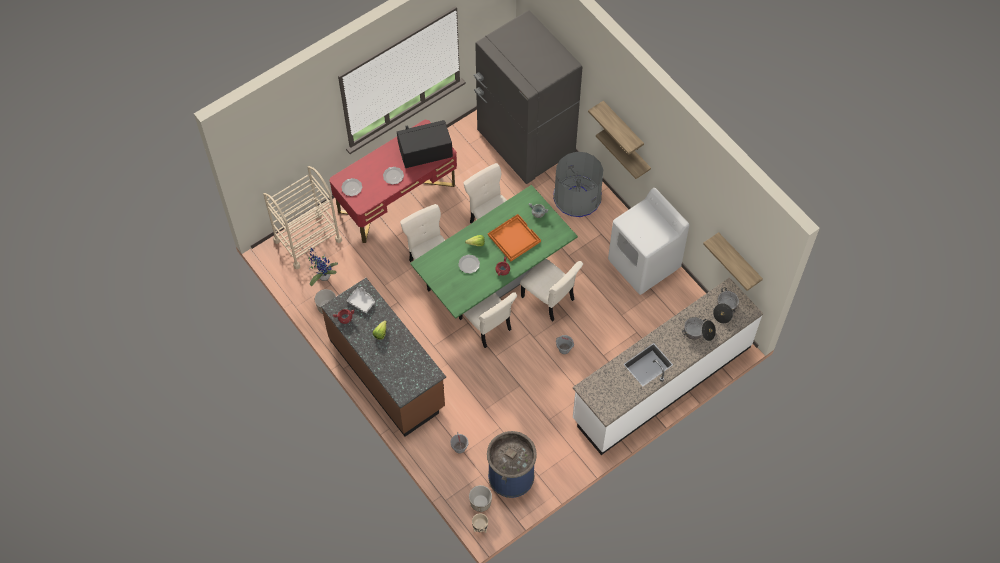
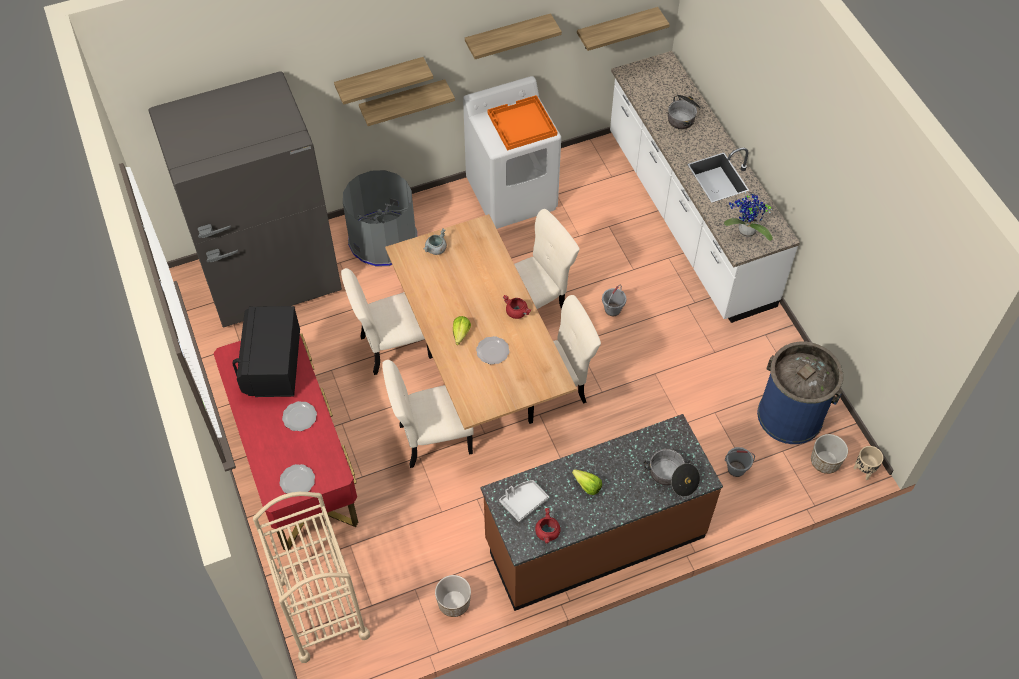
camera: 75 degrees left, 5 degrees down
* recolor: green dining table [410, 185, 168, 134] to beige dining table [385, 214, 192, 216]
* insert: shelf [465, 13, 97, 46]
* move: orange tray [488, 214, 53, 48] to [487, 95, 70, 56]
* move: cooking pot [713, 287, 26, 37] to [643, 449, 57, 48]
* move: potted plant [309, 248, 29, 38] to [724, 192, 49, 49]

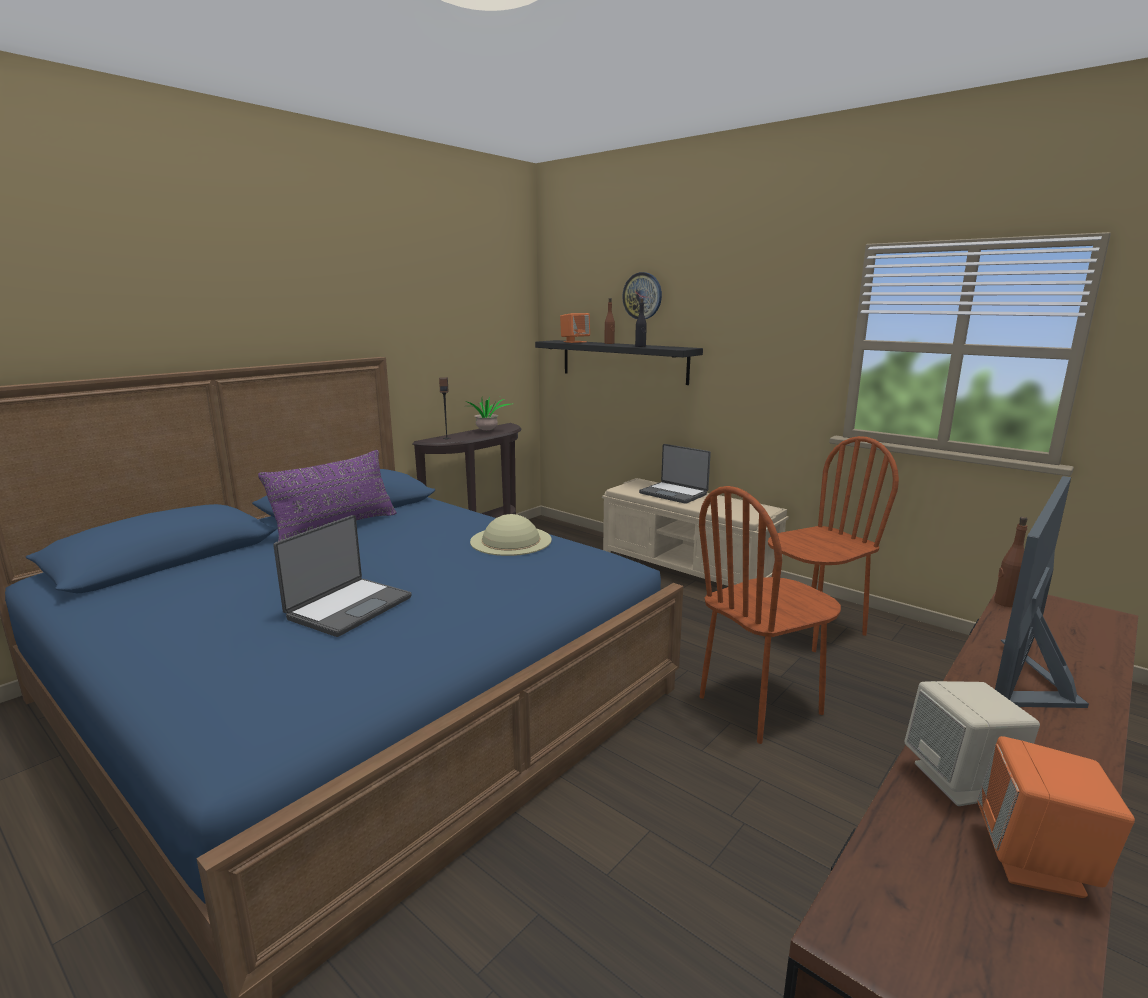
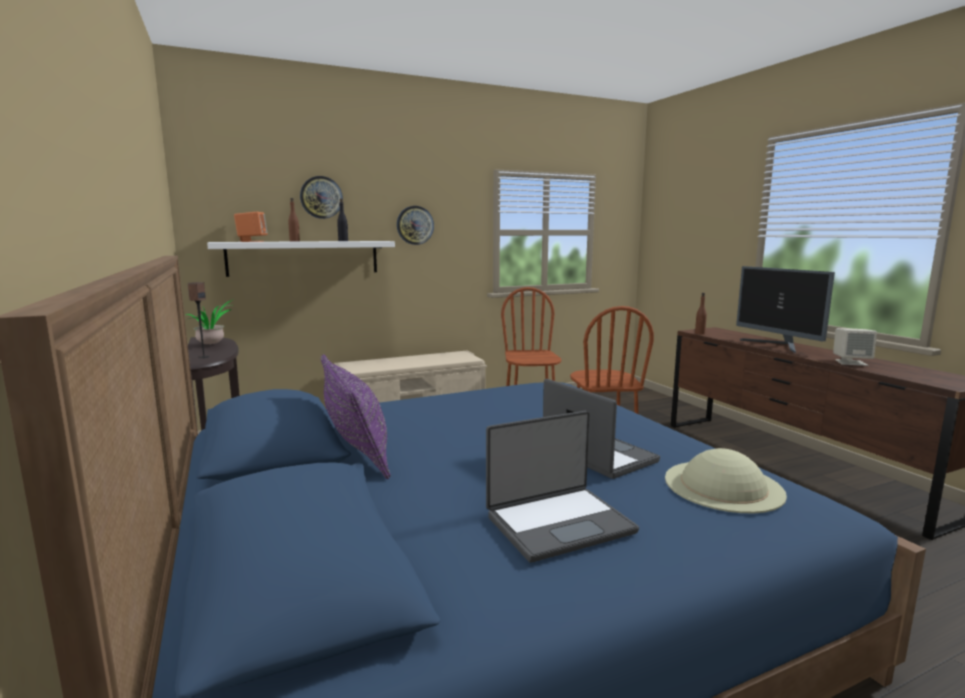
camera: 65 degrees left, 5 degrees down
* recolor: black shelf [535, 340, 168, 45] to white shelf [207, 241, 188, 36]
* insert: wall clock [397, 206, 37, 39]
* move: laptop [639, 444, 72, 60] to [486, 411, 153, 152]
* move: beige hat [470, 514, 81, 42] to [665, 448, 122, 65]
* delete: orange speaker [977, 736, 158, 162]

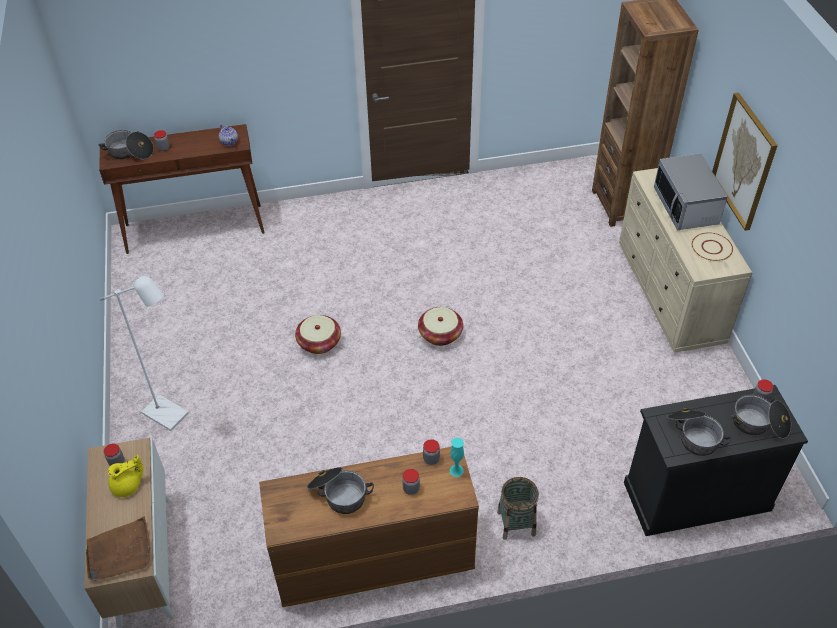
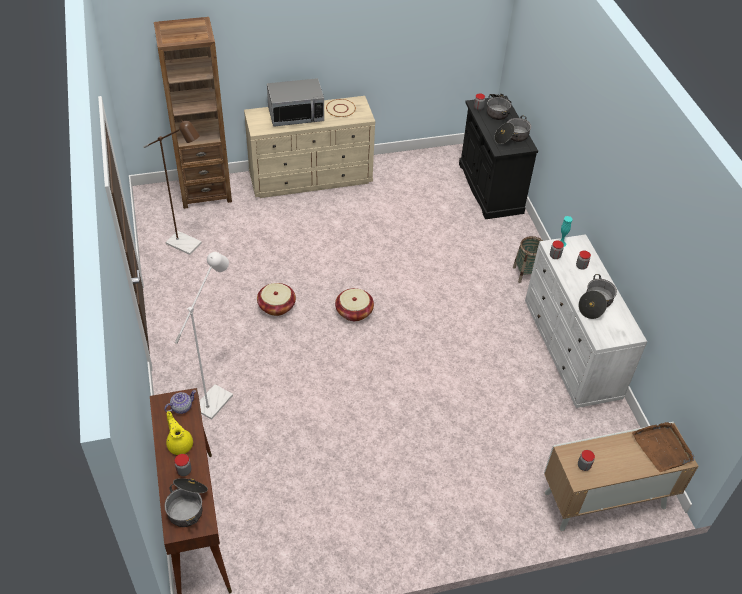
camera: 95 degrees left, 0 degrees up
* insert: brown floor lamp [144, 120, 58, 135]
* move: yellow teapot [108, 455, 35, 42] to [166, 411, 27, 44]
* move: white floor lamp [100, 275, 89, 156] to [175, 252, 58, 168]
* move: basket [295, 315, 46, 39] to [257, 283, 39, 33]
* recolor: brown dresser [259, 447, 220, 160] to white dresser [525, 234, 122, 174]
* delete: picture [712, 93, 66, 138]

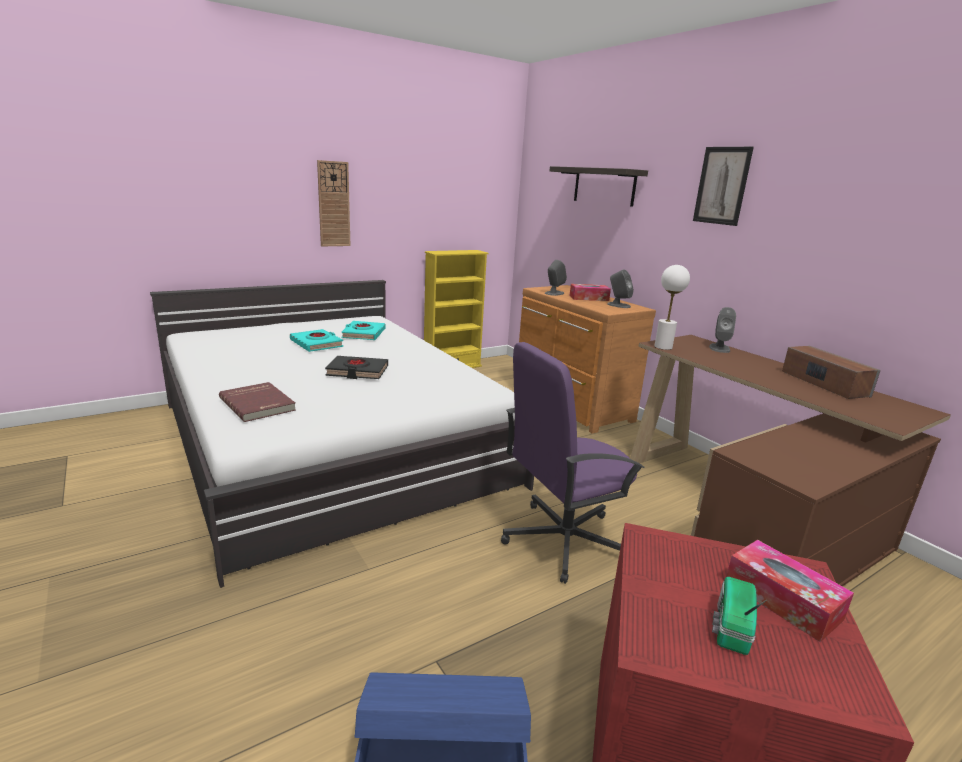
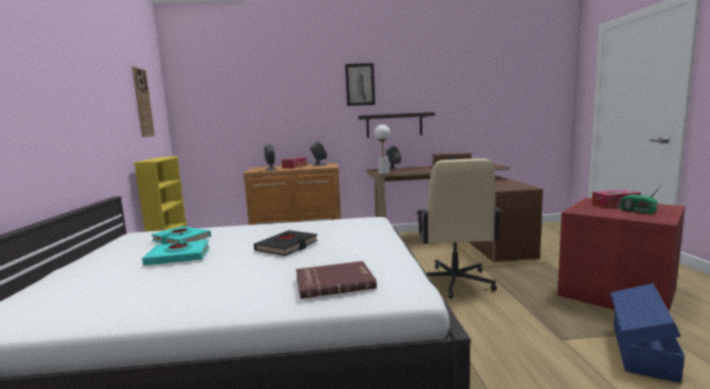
camera: 60 degrees left, 10 degrees down
* move: wall clock [317, 160, 33, 86] to [132, 67, 23, 70]
* move: shelf [550, 166, 98, 41] to [358, 112, 77, 26]
* recolor: purple office chair [501, 342, 144, 242] to beige office chair [417, 158, 85, 141]

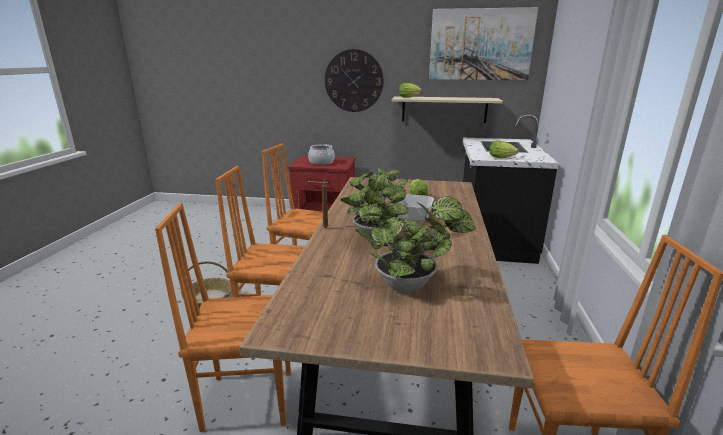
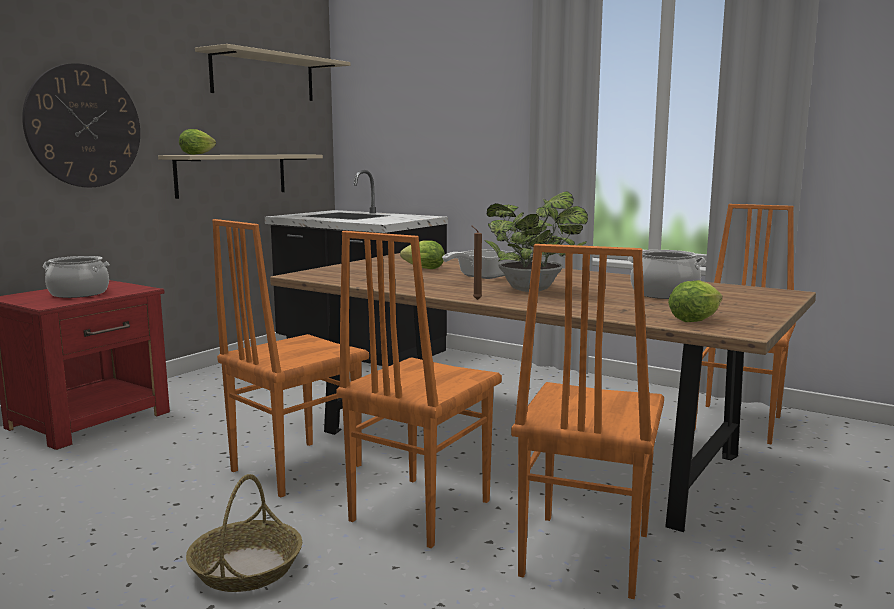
camera: 65 degrees left, 10 degrees down
* replace: picture [429, 7, 109, 73] to beige shelf [195, 44, 155, 57]
* replace: potted plant [354, 196, 122, 96] to cooking pot [627, 250, 79, 49]
* move: lettuce [489, 141, 29, 17] to [668, 280, 54, 42]

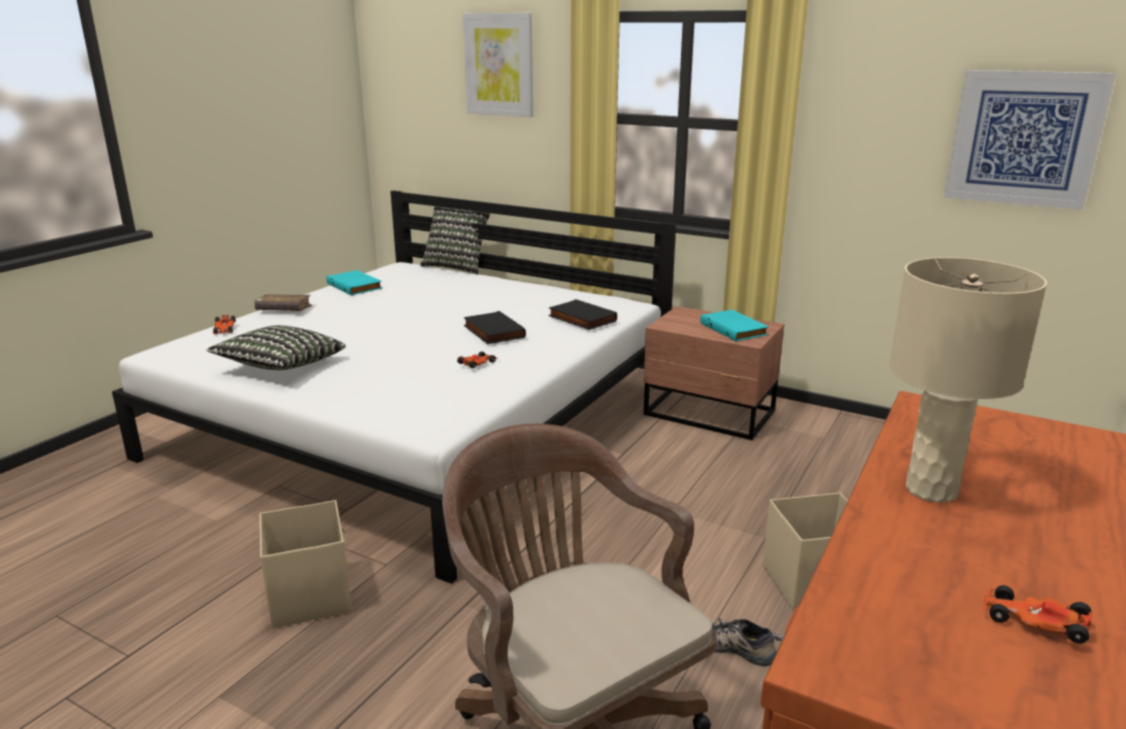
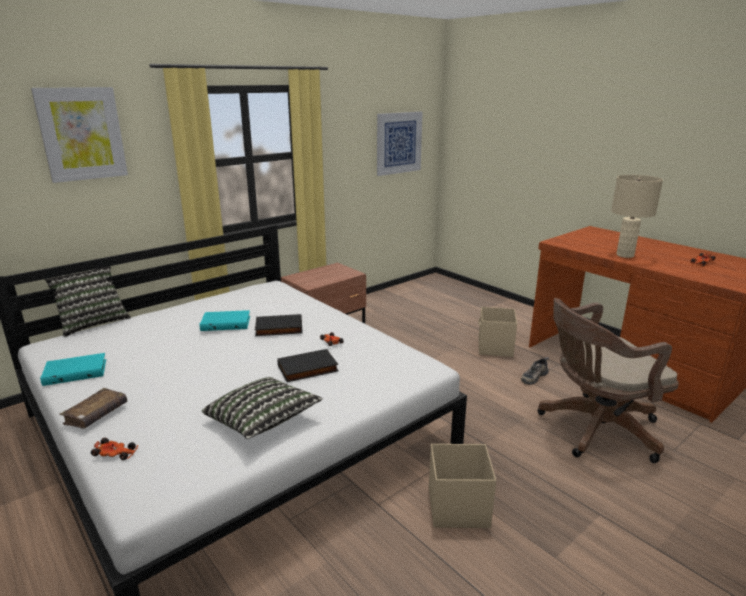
camera: 70 degrees left, 0 degrees up
* move: turquoise book [700, 310, 69, 32] to [200, 310, 50, 21]
* move: black book [549, 299, 68, 31] to [278, 349, 61, 33]

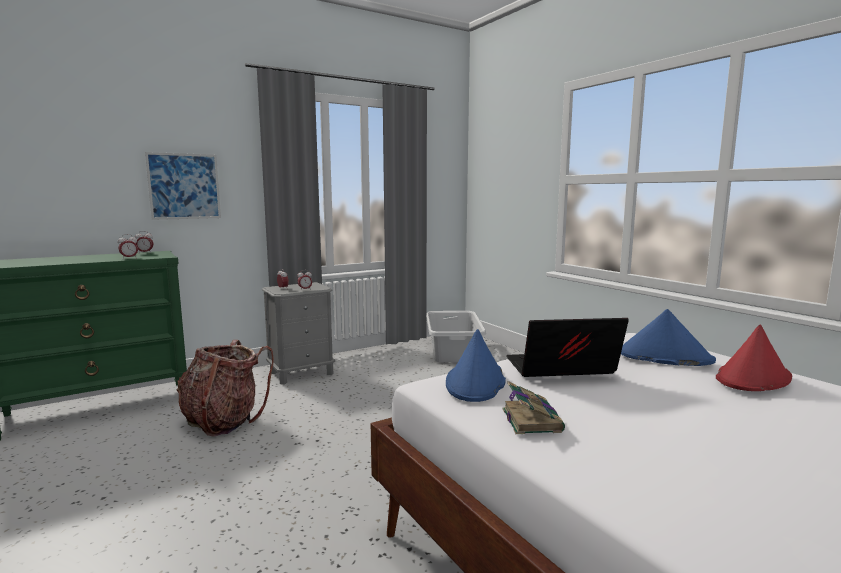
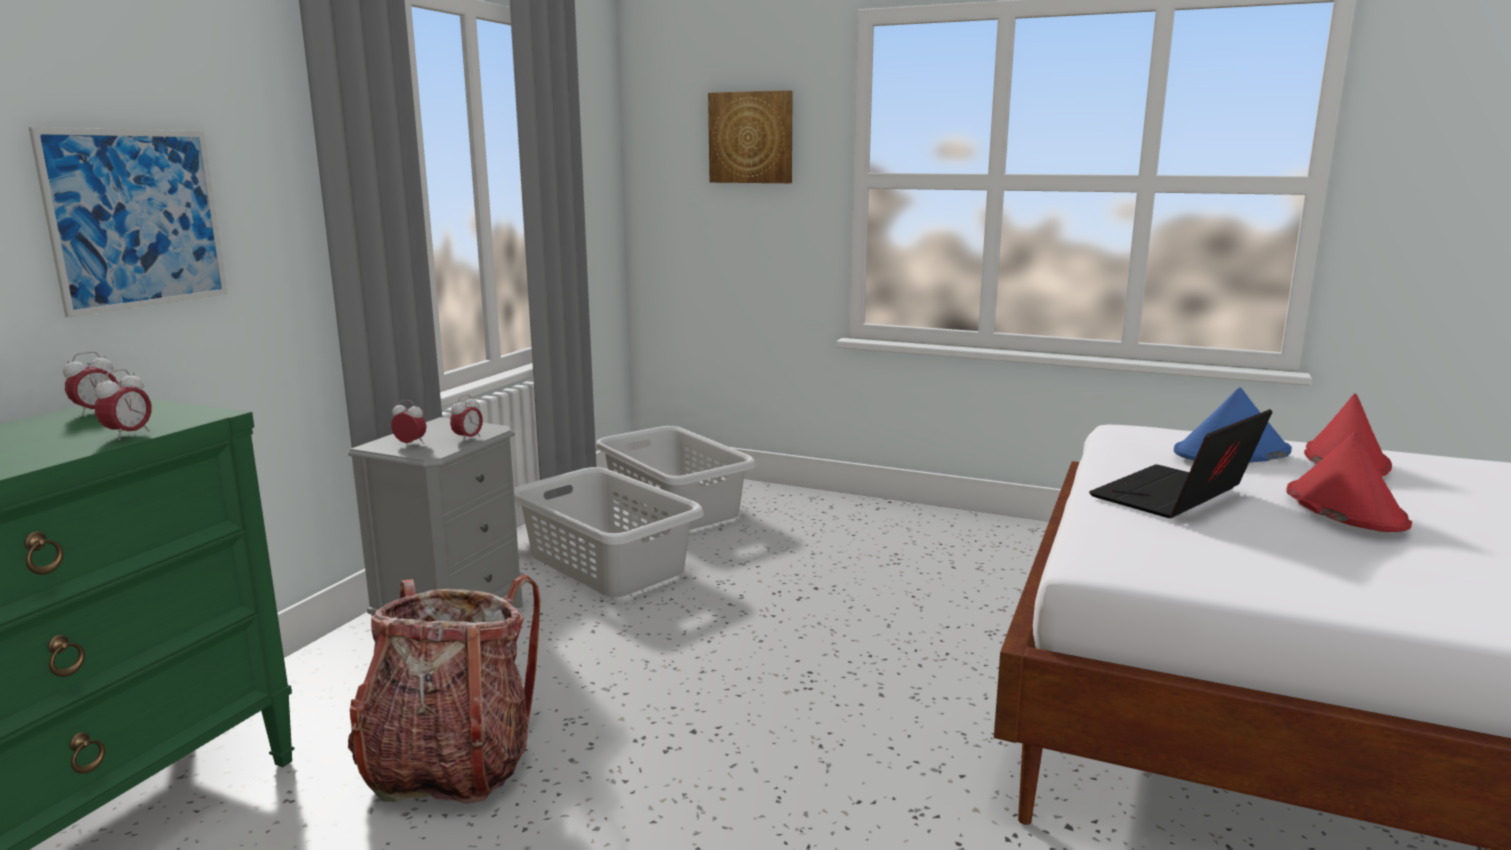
camera: 35 degrees left, 5 degrees up
* insert: grey laundry basket [514, 467, 190, 130]
* insert: picture [708, 90, 85, 93]
* insert: red hat [1286, 431, 126, 101]
* delete: blue hat [446, 329, 60, 73]
* delete: book [502, 381, 63, 53]

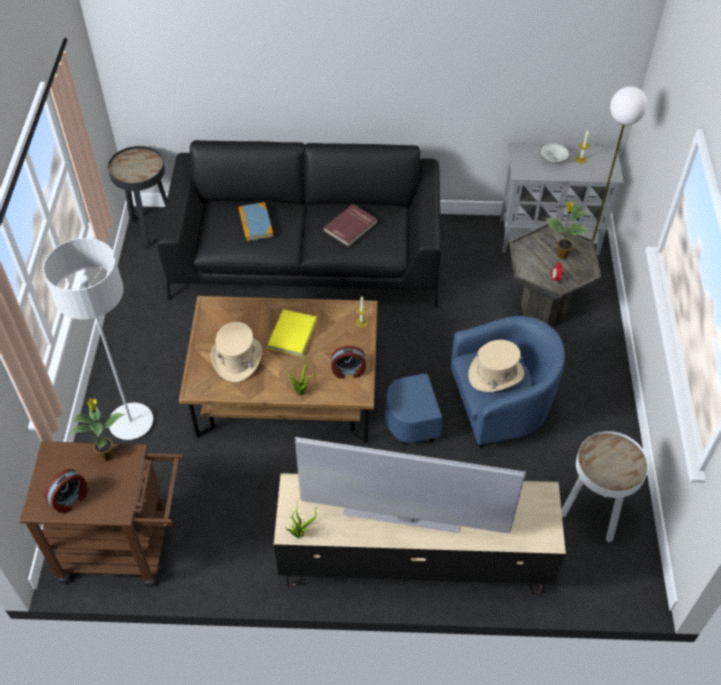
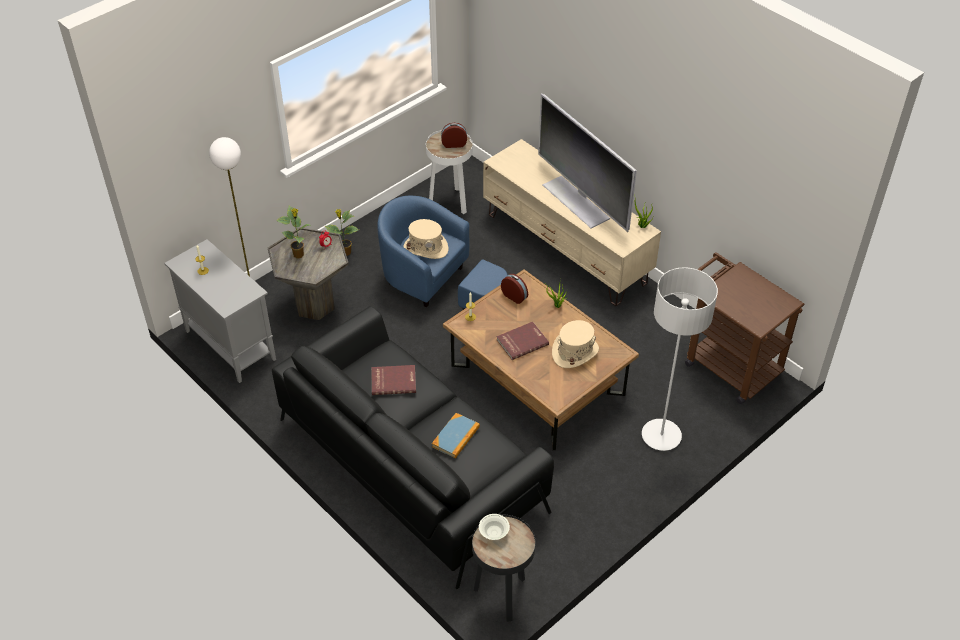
camera: 135 degrees left, 5 degrees down
* move: potted plant [69, 398, 56, 63] to [325, 209, 34, 47]
* move: alarm clock [45, 469, 43, 44] to [441, 123, 26, 25]
* move: white bowl [541, 144, 28, 20] to [479, 514, 31, 26]
* recolor: yellow book [267, 309, 50, 47] to red book [497, 322, 52, 38]

